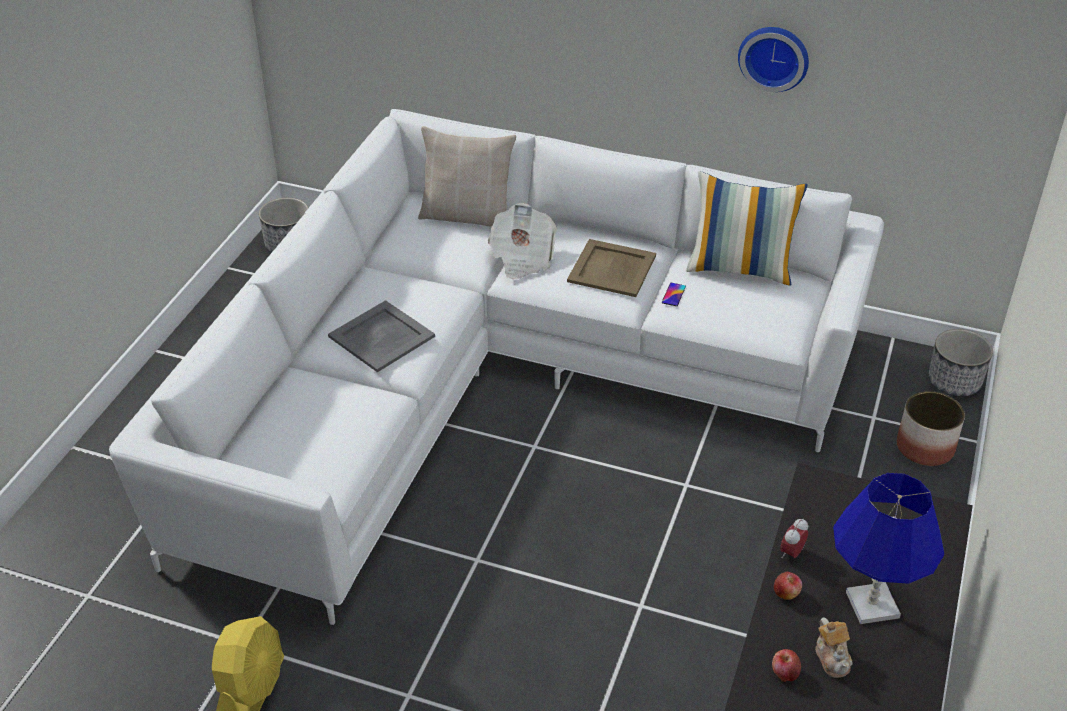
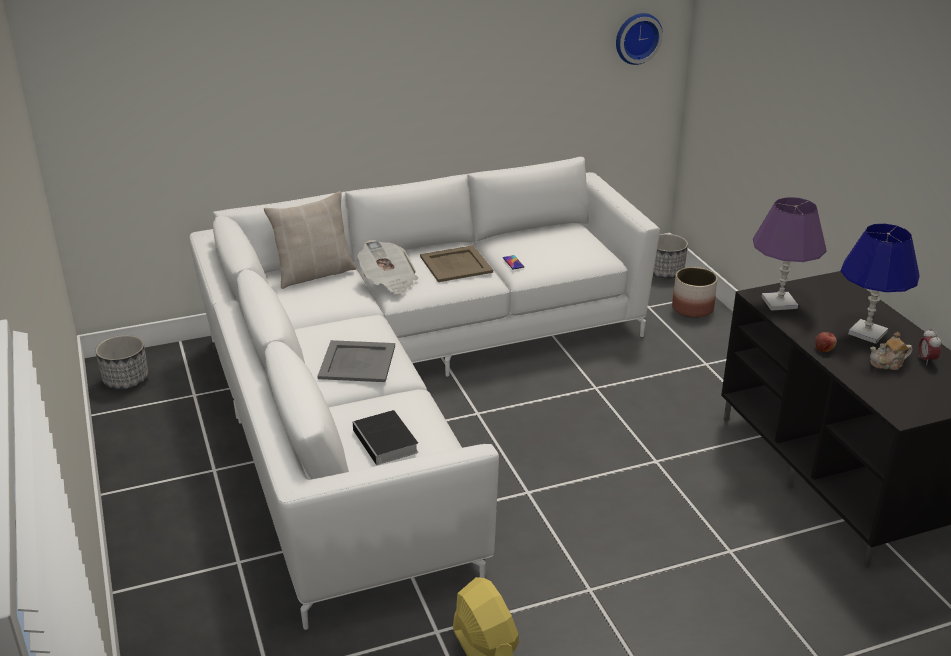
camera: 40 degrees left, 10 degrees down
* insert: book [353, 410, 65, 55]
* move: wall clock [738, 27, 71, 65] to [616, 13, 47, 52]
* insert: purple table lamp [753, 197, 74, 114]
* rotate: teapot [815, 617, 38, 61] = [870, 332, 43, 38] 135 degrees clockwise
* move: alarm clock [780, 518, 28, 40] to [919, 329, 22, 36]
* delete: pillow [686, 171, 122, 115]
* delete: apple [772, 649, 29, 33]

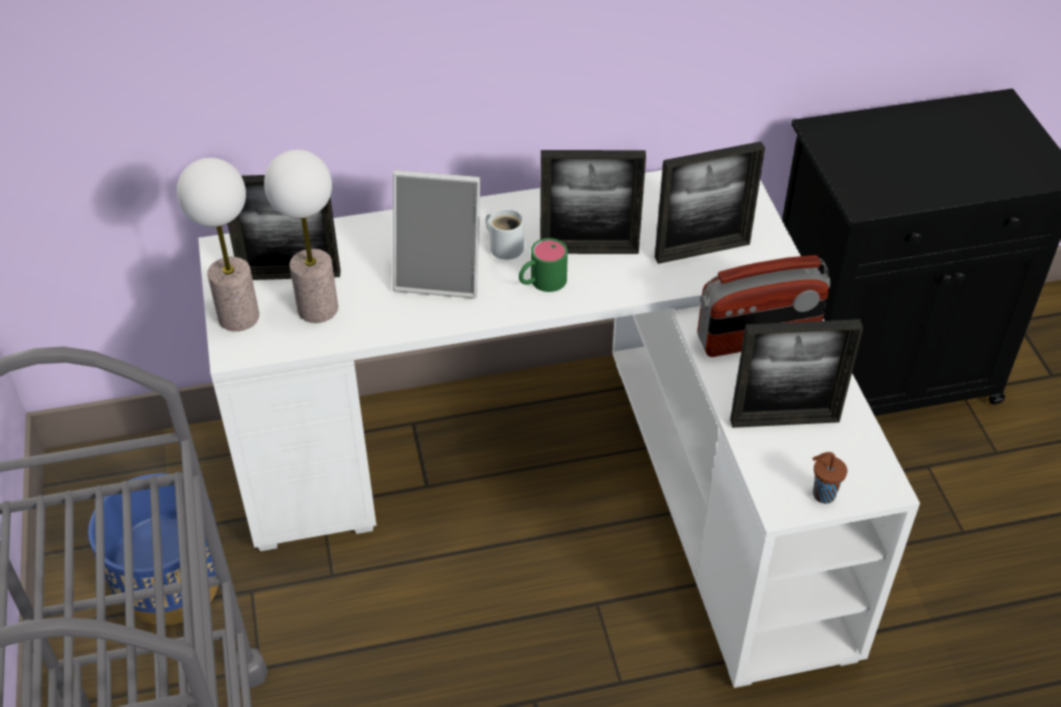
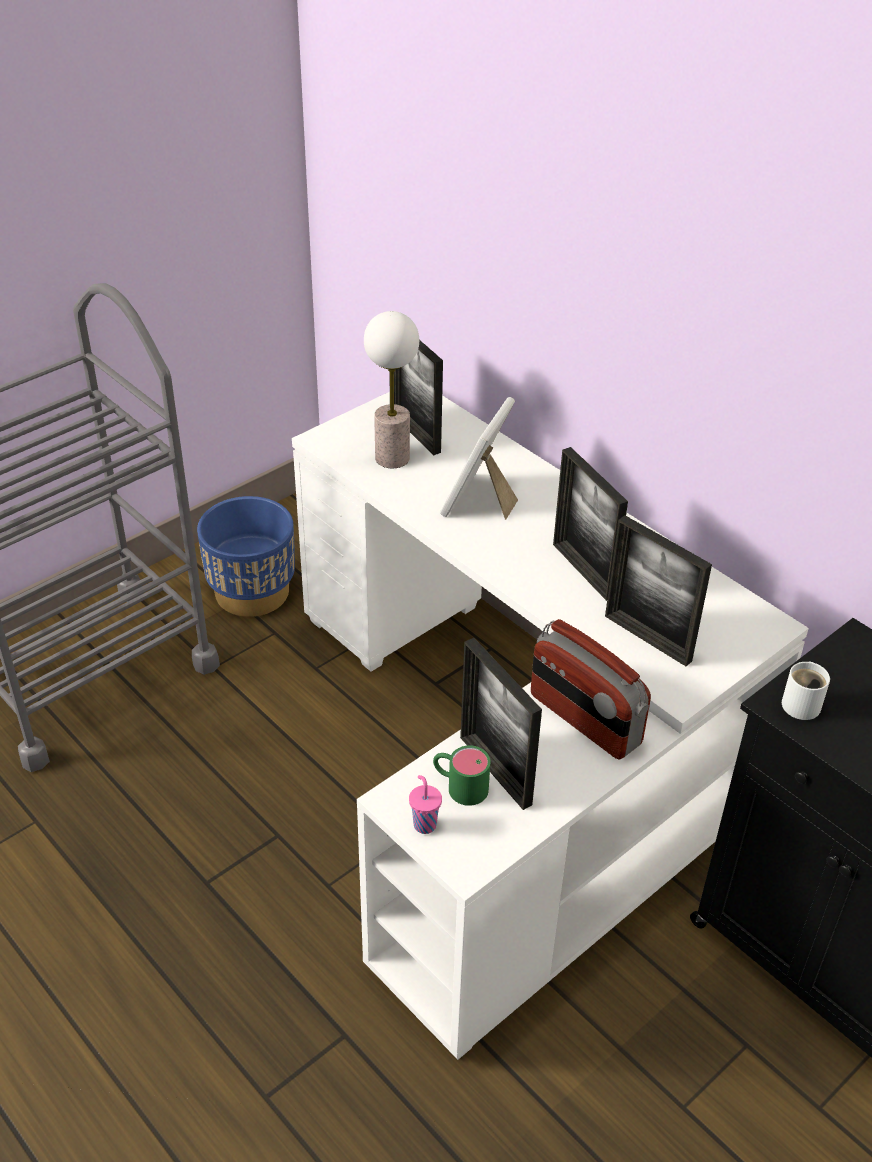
camera: 60 degrees right, 5 degrees down
* recolor: brown cup [812, 452, 35, 52] to pink cup [409, 775, 33, 59]
* move: green mug [519, 238, 49, 54] to [433, 745, 57, 61]
* rotate: picture frame [393, 170, 88, 128] = [440, 397, 78, 123] 45 degrees clockwise
* move: white mug [486, 209, 38, 51] to [782, 661, 48, 59]
* delete: table lamp [177, 158, 82, 173]

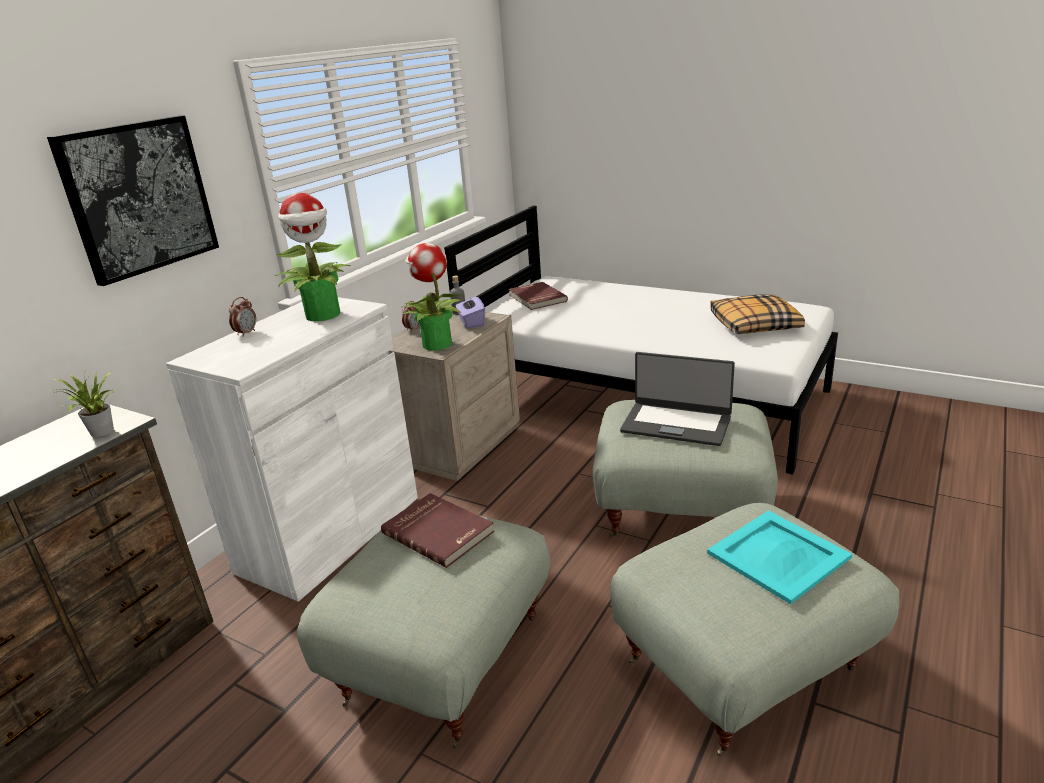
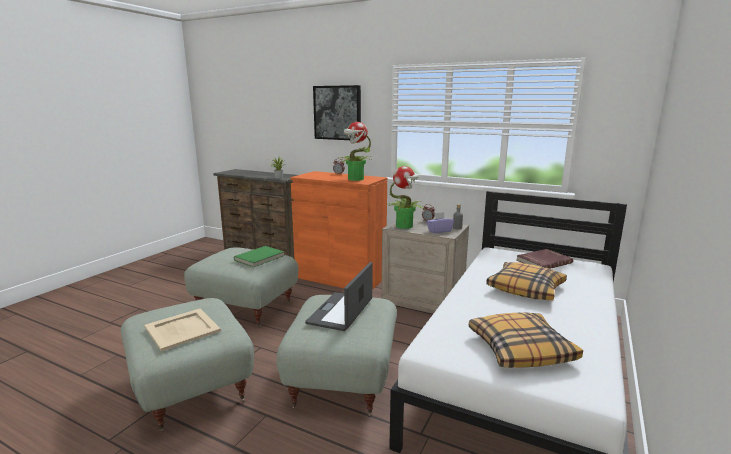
camera: 85 degrees right, 10 degrees down
* recolor: turquoise tray [707, 511, 145, 93] to beige tray [145, 308, 76, 43]
* recolor: red book [381, 493, 113, 75] to green book [234, 246, 51, 21]
* recolor: white cabinet [166, 297, 252, 305] to orange cabinet [290, 171, 97, 119]
* insert: pillow [486, 262, 81, 38]

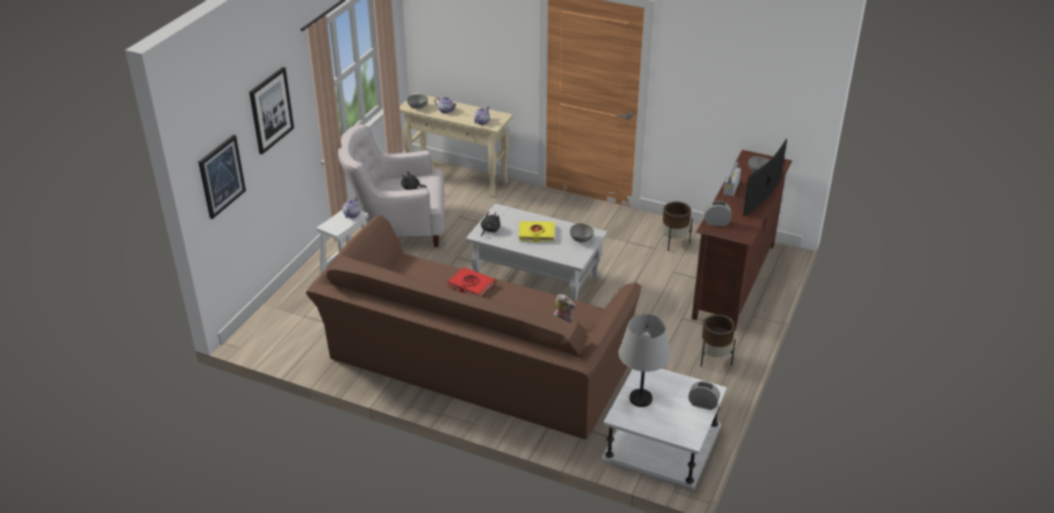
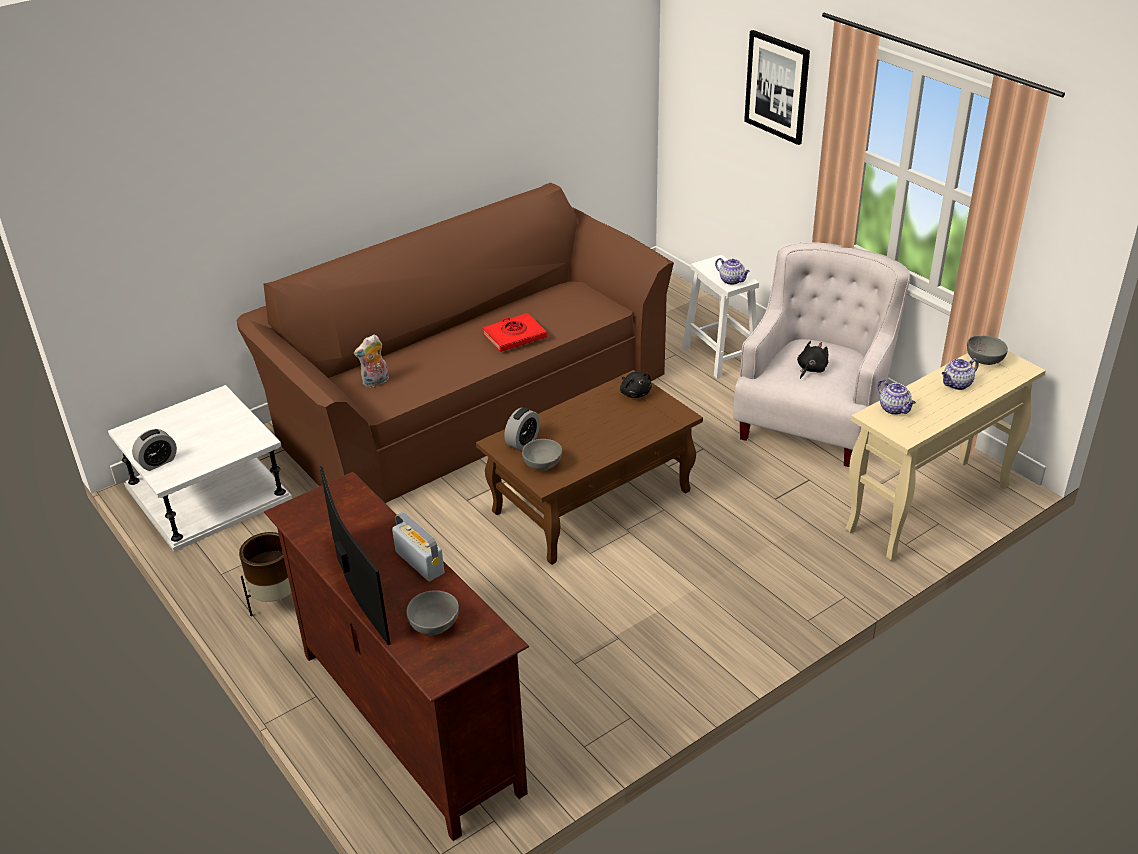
camera: 120 degrees right, 0 degrees up
* recolor: white coffee table [466, 203, 141, 98] to brown coffee table [476, 370, 227, 195]
* move: alarm clock [704, 201, 28, 25] to [504, 407, 36, 44]
* delete: picture [198, 135, 48, 84]
* delete: yellow book [519, 221, 36, 21]
* delete: grey table lamp [619, 314, 52, 93]
* delete: brown planter [662, 202, 31, 49]

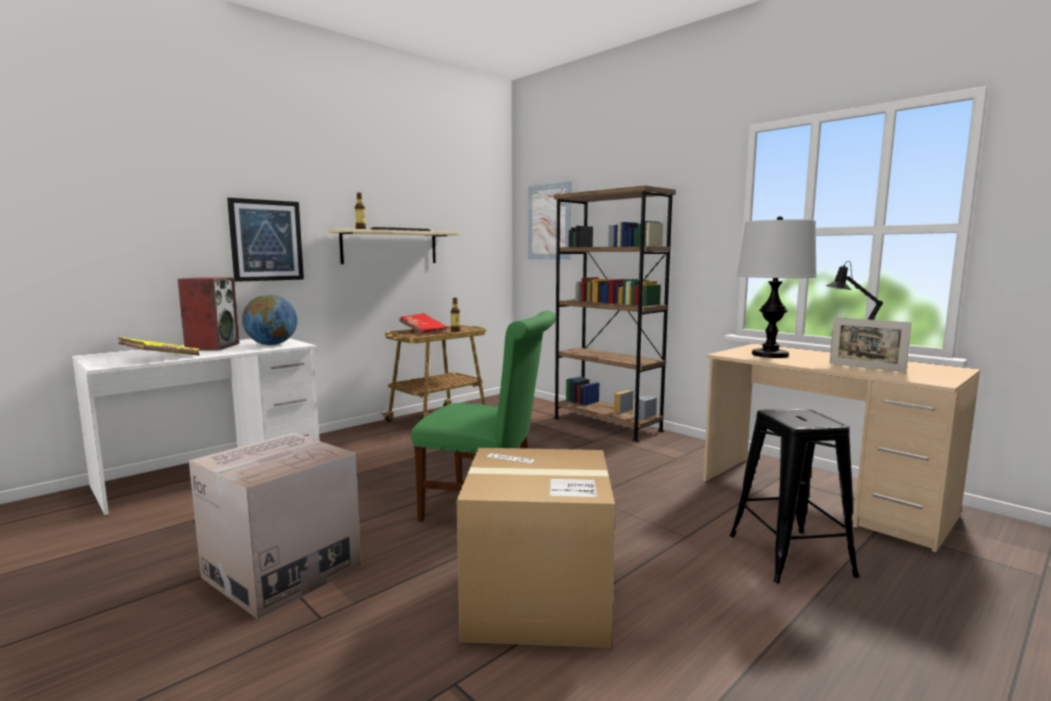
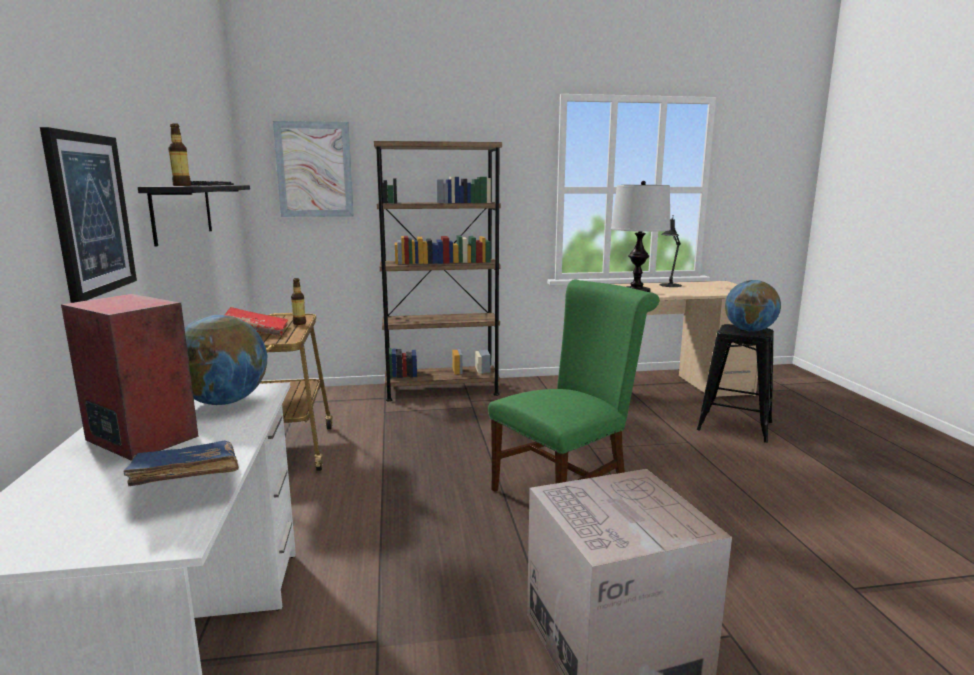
camera: 55 degrees left, 5 degrees up
* recolor: yellow book [118, 337, 82, 19] to blue book [124, 441, 115, 46]
* recolor: beige shelf [327, 228, 132, 36] to black shelf [138, 185, 112, 62]
* insert: globe [725, 280, 56, 52]
* delete: cardboard box [457, 448, 158, 200]
* delete: picture frame [830, 317, 82, 56]

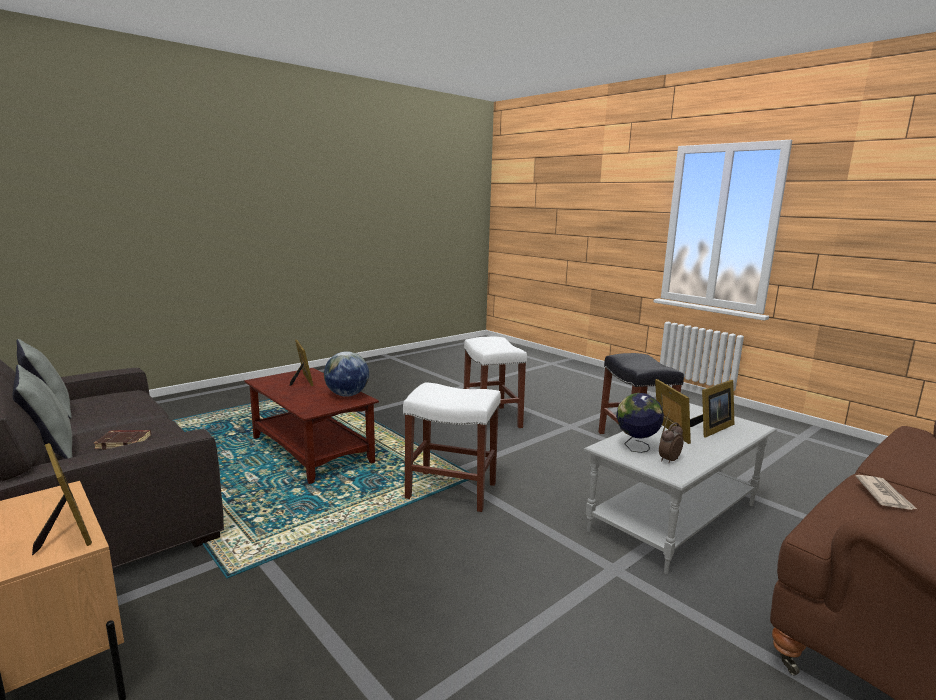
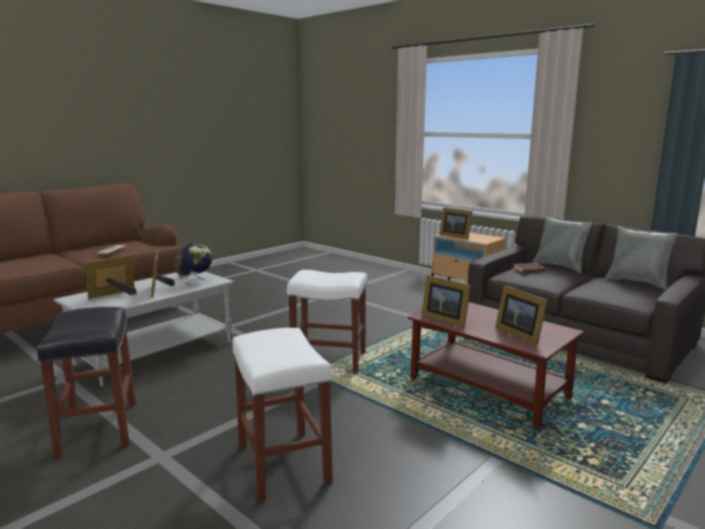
camera: 175 degrees right, 0 degrees up
* replace: globe [324, 351, 45, 46] to picture frame [421, 275, 50, 53]

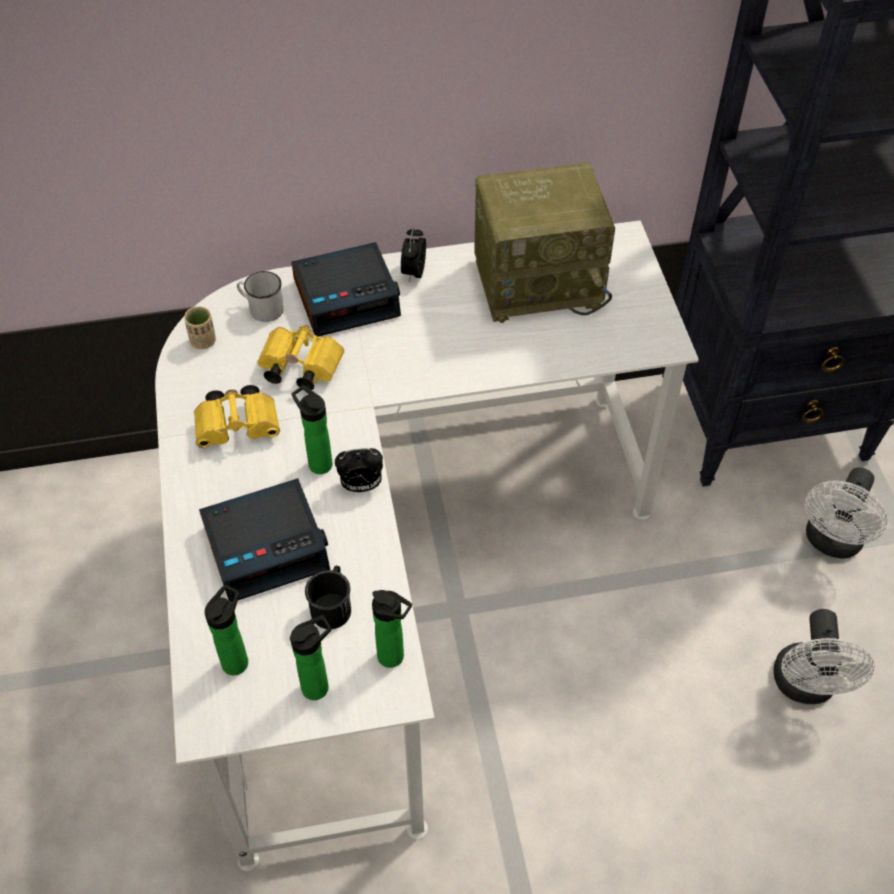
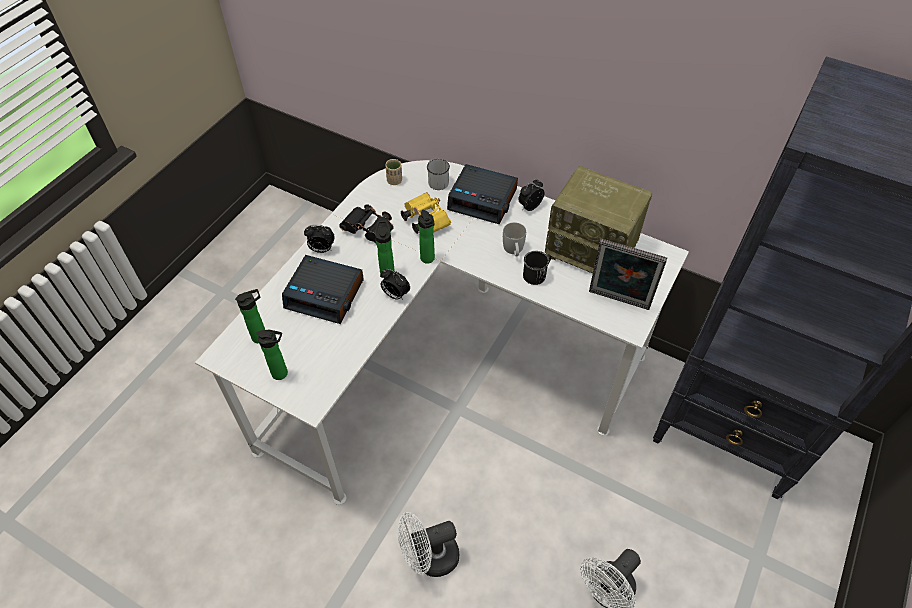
camera: 40 degrees right, 0 degrees up
* insert: alarm clock [304, 225, 31, 28]
* recolor: yellow binoculars [194, 385, 86, 63] to black binoculars [339, 204, 55, 40]
* move: white fan [805, 467, 82, 92] to [397, 512, 62, 65]
* move: bottle [372, 590, 40, 78] to [418, 210, 17, 54]
* insert: white mug [503, 222, 23, 34]
* move: black mug [305, 566, 46, 63] to [523, 251, 29, 34]
* insert: picture frame [589, 239, 78, 71]

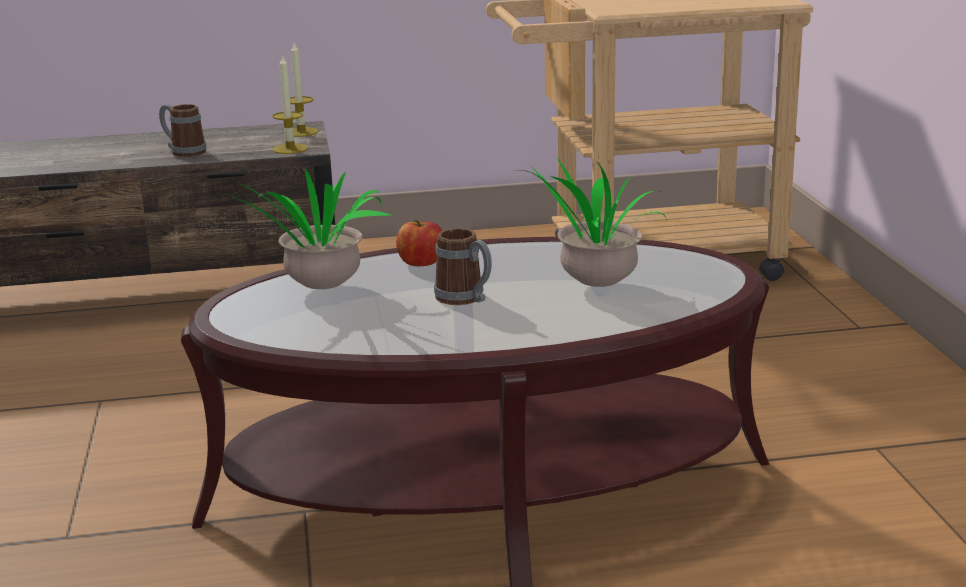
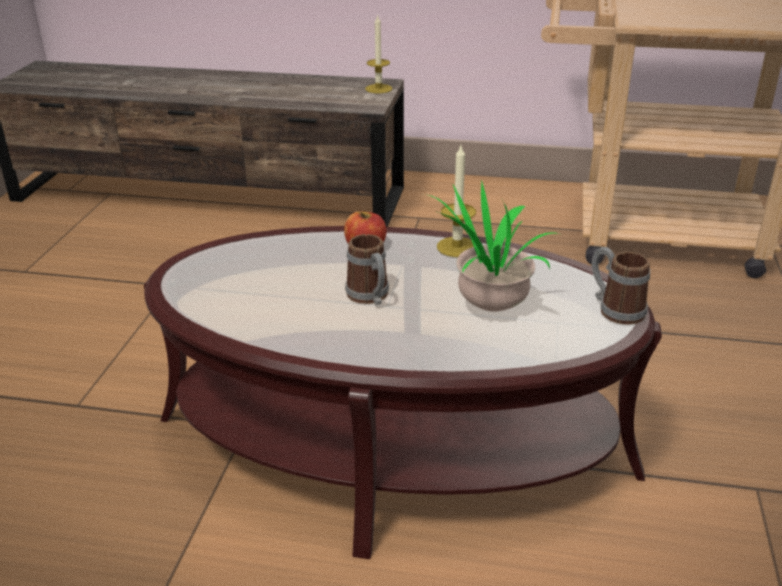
camera: 20 degrees right, 10 degrees up
* move: candle [272, 54, 36, 100] to [437, 146, 39, 111]
* move: mug [159, 104, 48, 53] to [592, 247, 58, 78]
* delete: potted plant [227, 167, 164, 122]

